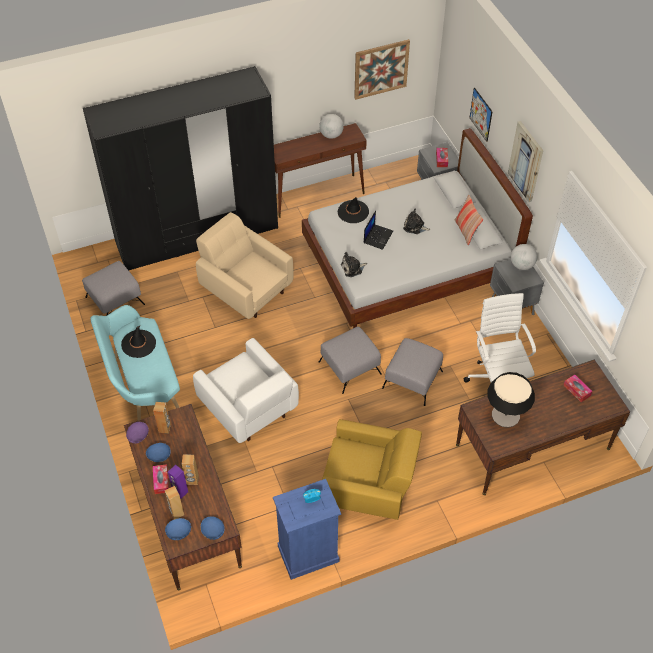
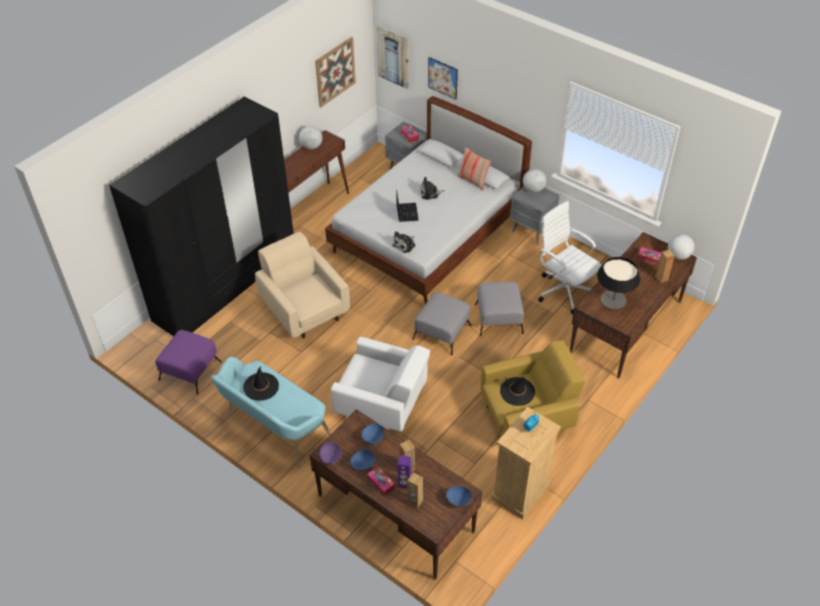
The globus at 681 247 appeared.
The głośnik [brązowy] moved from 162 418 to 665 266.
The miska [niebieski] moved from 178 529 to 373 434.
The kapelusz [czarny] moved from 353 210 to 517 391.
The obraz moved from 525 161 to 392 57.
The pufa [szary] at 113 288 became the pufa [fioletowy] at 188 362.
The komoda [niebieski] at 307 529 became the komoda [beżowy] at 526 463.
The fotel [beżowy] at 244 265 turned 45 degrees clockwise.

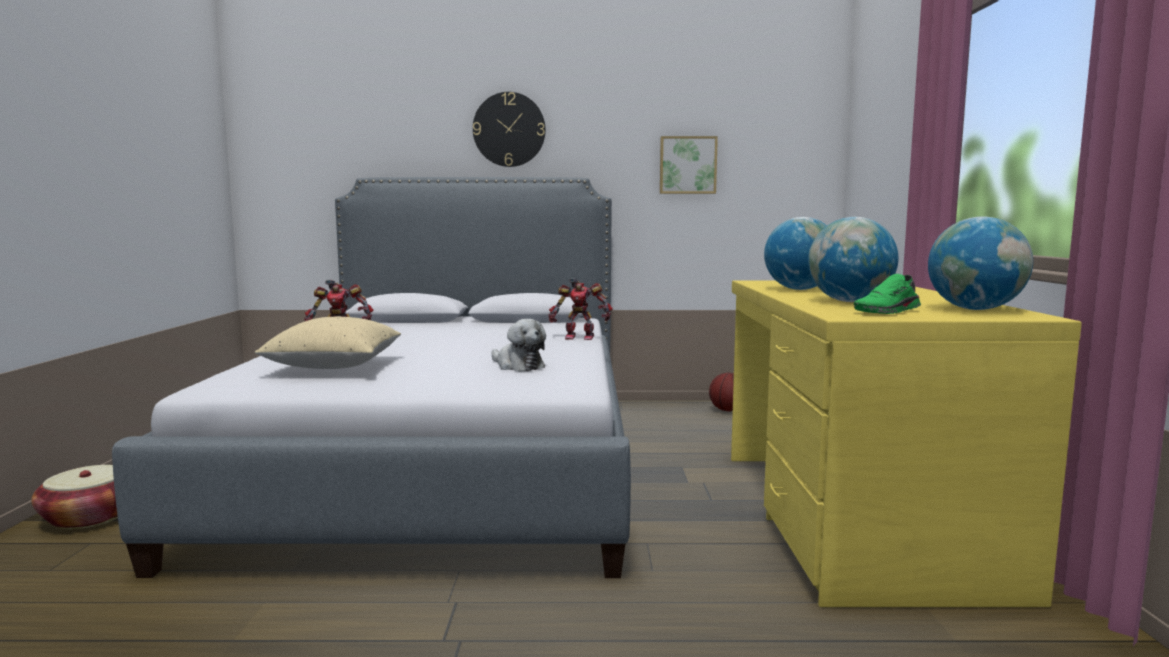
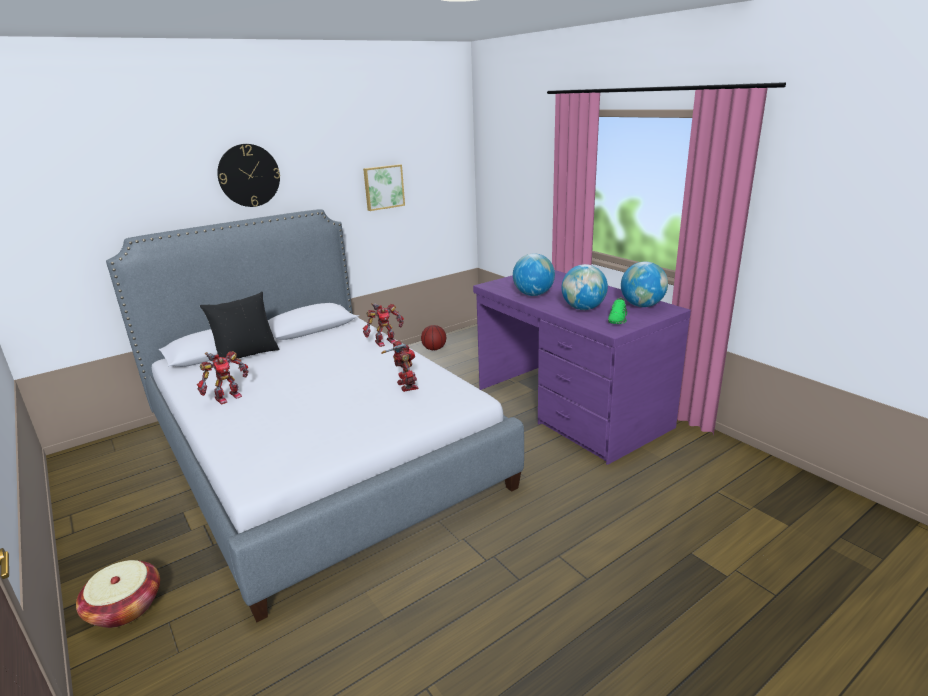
The poduszka [beżowy] at 328 343 disappeared.
The poduszka [czarny] at 239 325 appeared.
The pluszak at 518 345 was replaced by the robot zabawkowy at 399 366.
The biurko [żółty] at 906 443 became the biurko [fioletowy] at 582 367.

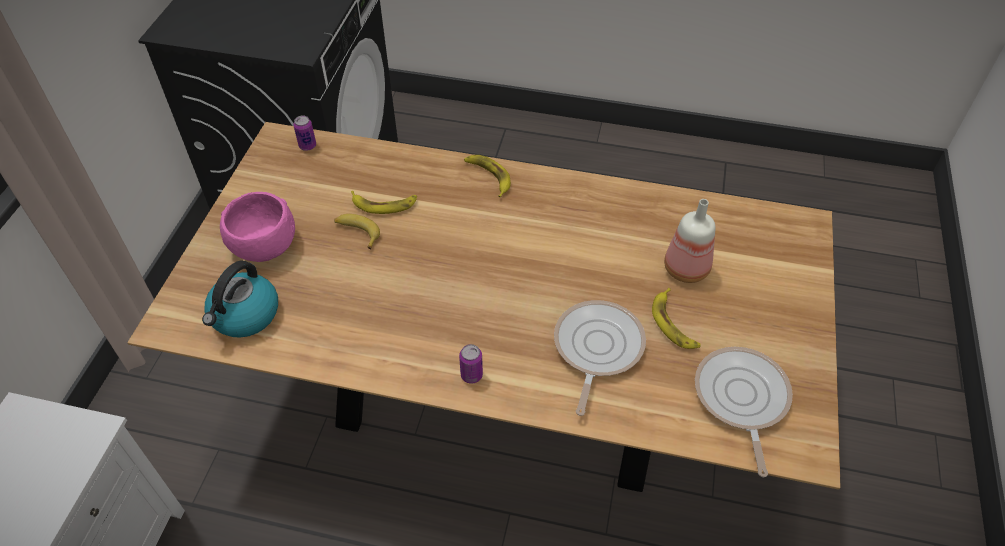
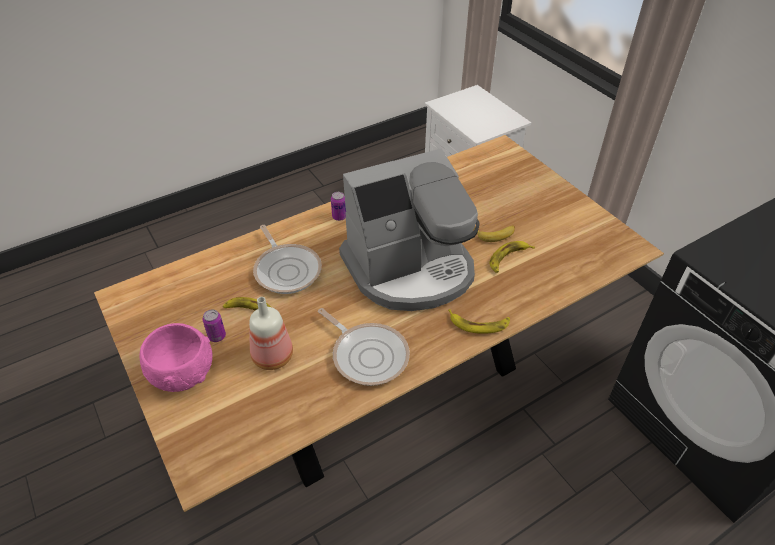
The czajnik at 240 299 disappeared.
The ekspres do kawy at 409 230 appeared.
The miska [różowy] moved from 257 227 to 176 357.
The puszka moved from 304 133 to 214 325.
The patelnia moved from 744 412 to 364 347.

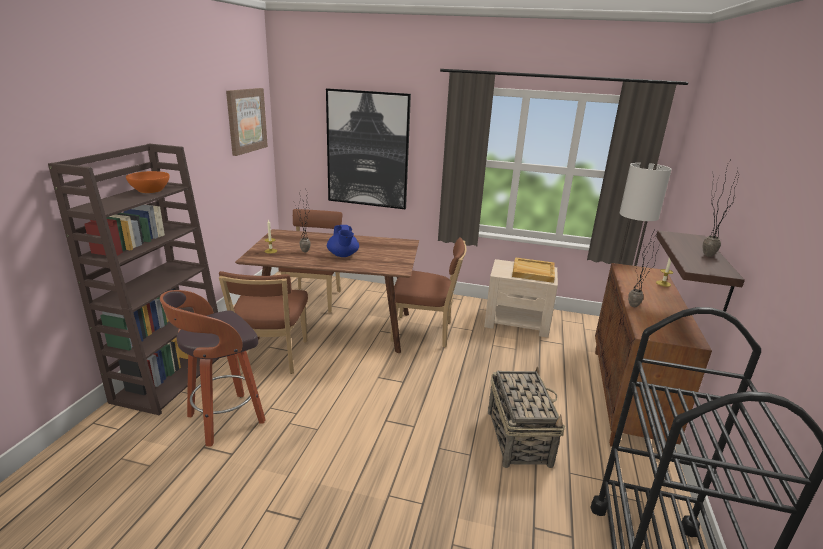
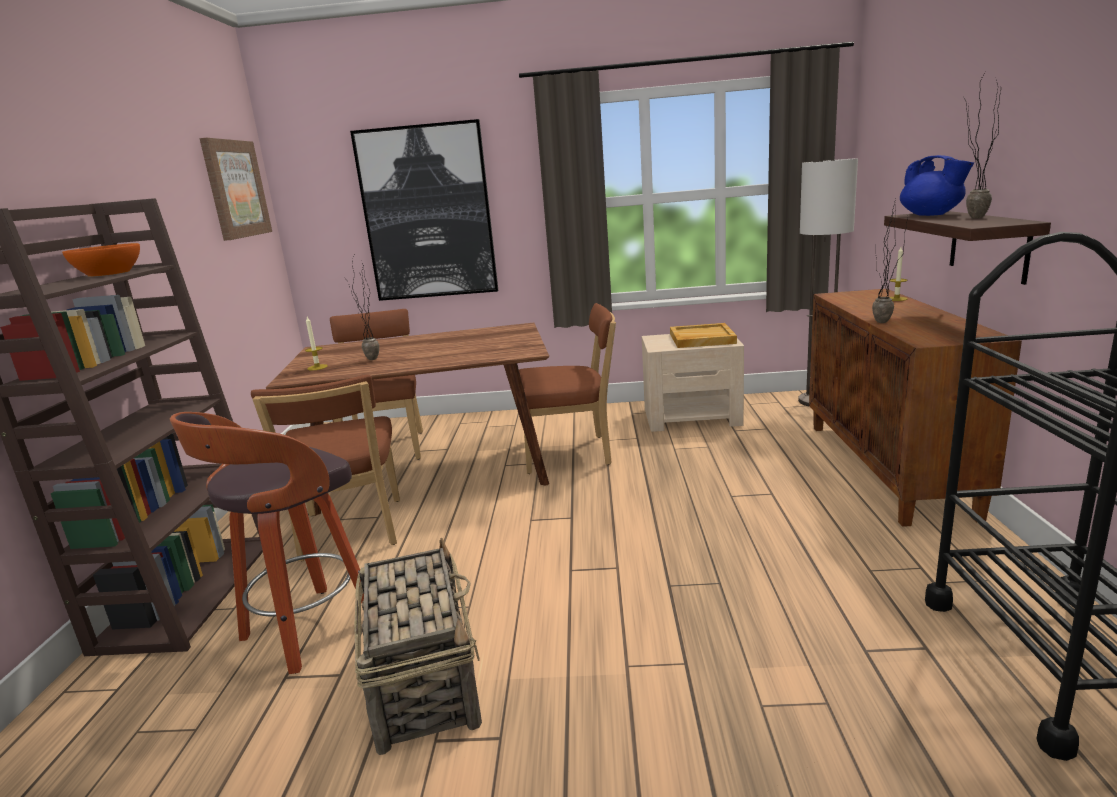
The imbryk [niebieski] moved from 343 241 to 937 185.
The koszyk moved from 526 417 to 418 646.

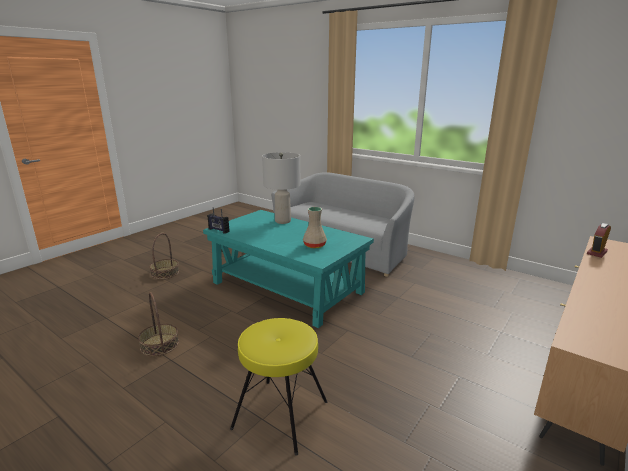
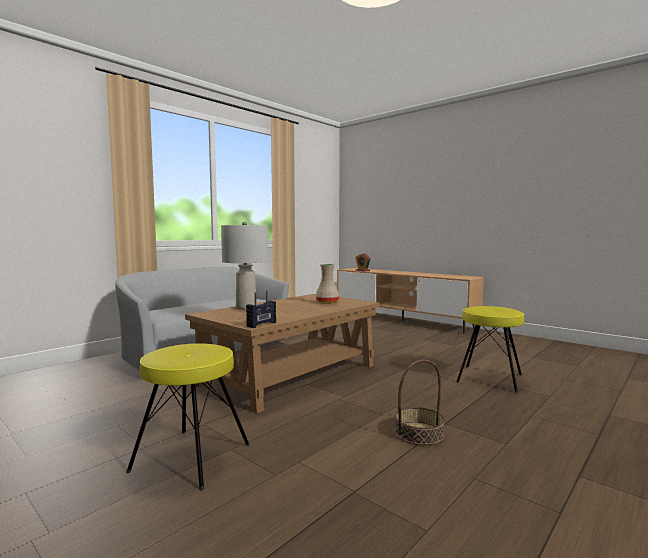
The koszyk at 164 256 was replaced by the stołek [żółty] at 188 416.
The ława [turkusowy] at 288 269 became the ława [brązowy] at 282 354.

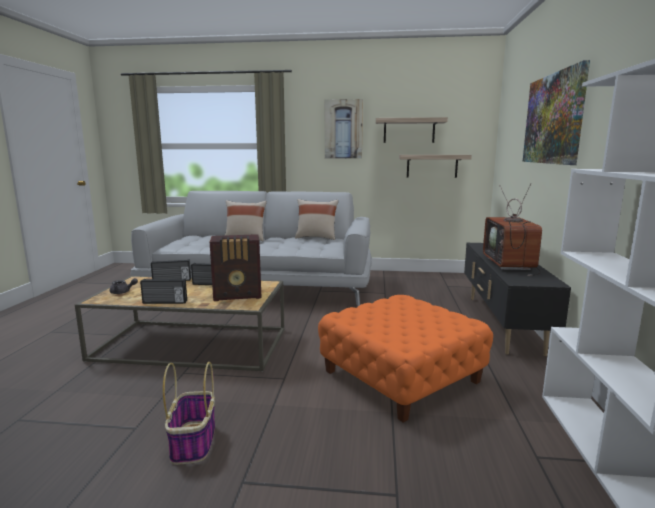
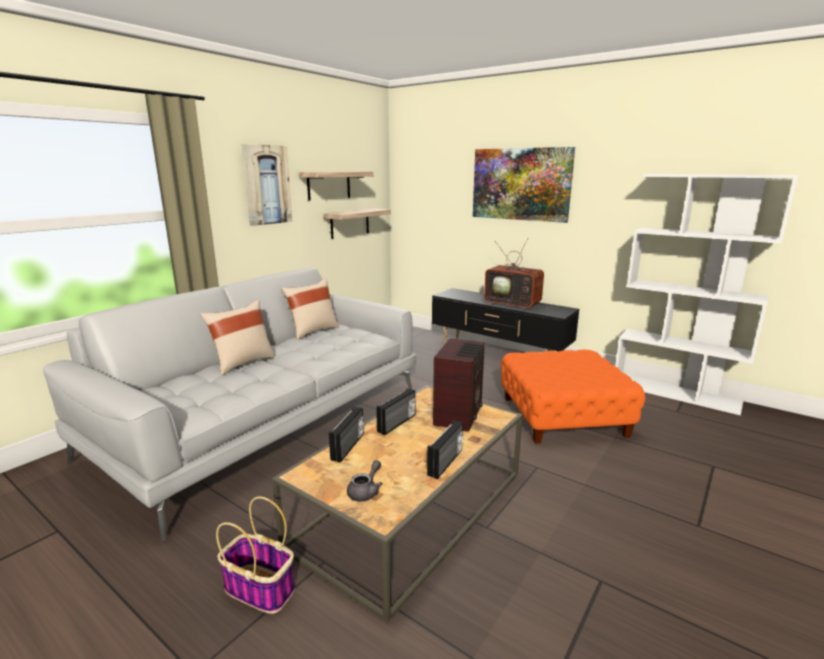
The koszyk moved from 189 413 to 255 555.

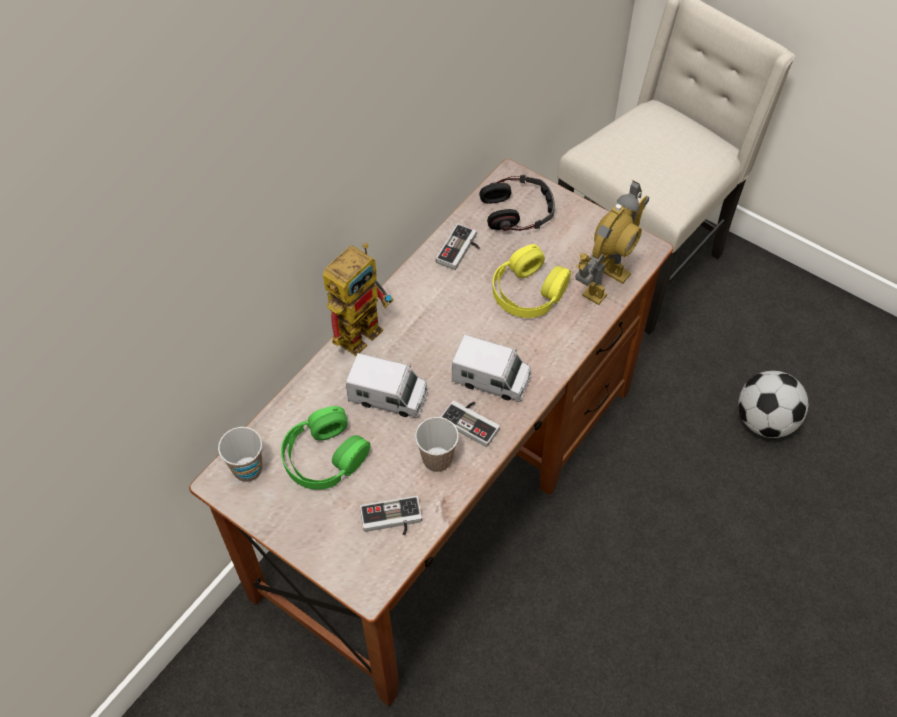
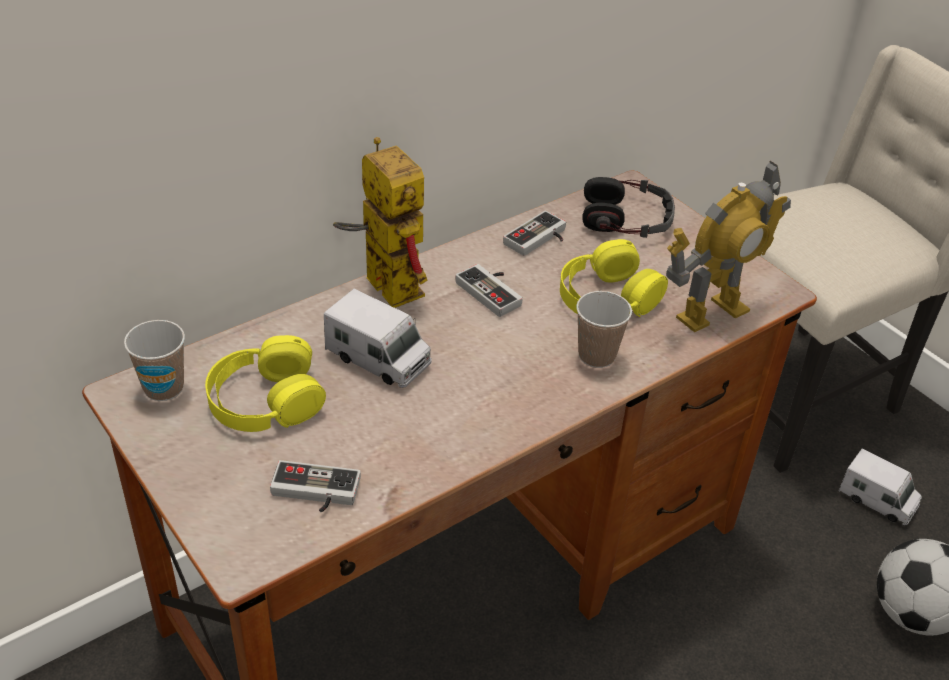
The filiżanka moved from 437 444 to 604 329.
The pad do gier moved from 470 423 to 489 290.
The ciężarówka zabawkowa moved from 491 368 to 880 486.
The słuchawki [zielony] at 326 448 became the słuchawki [żółty] at 265 383.
The robot zabawkowy at 358 299 turned 90 degrees counterclockwise.

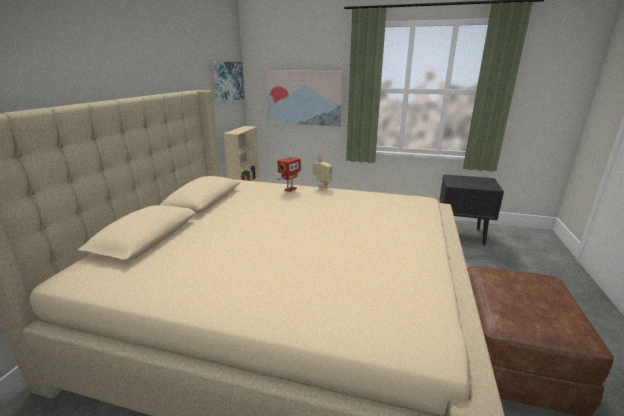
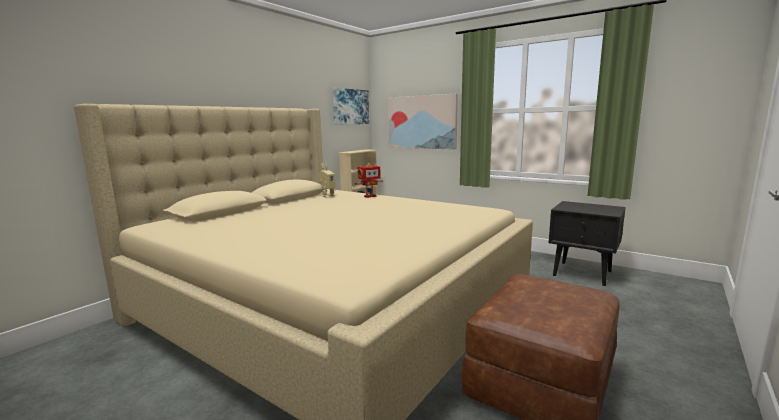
The robot zabawkowy moved from 322 172 to 327 180.

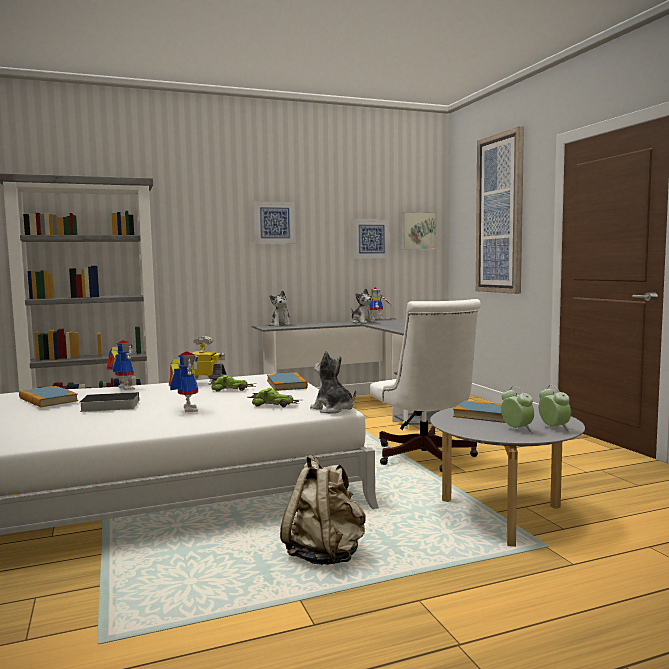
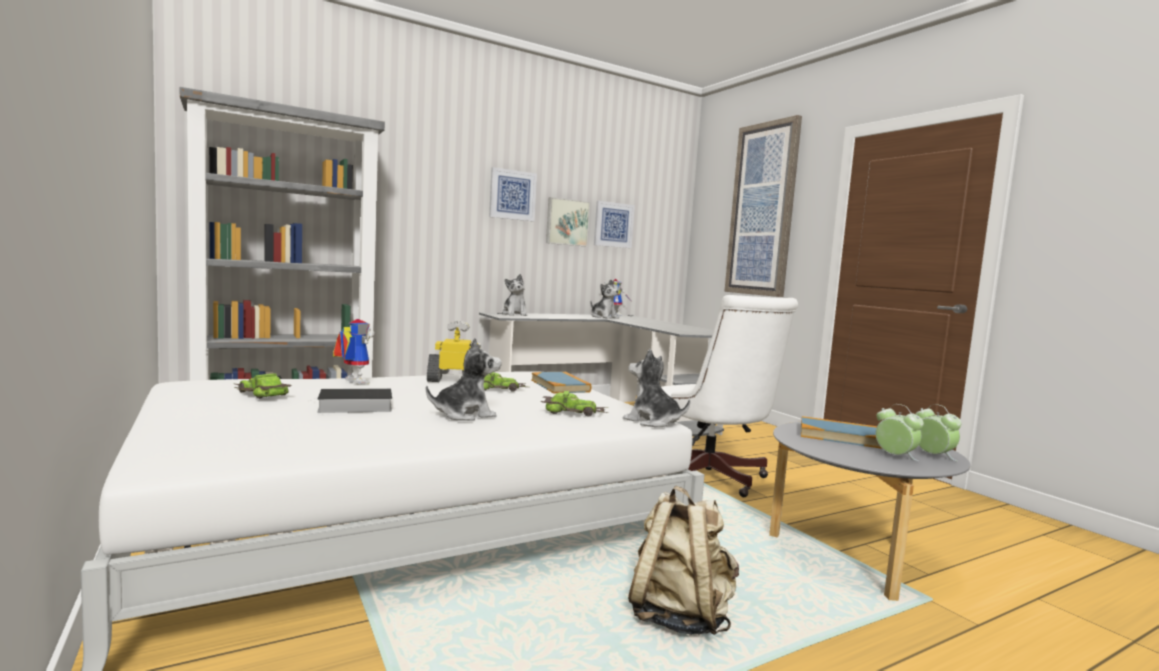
The obraz moved from 418 231 to 568 221.
The książka at 48 396 was replaced by the samochodzik at 263 386.
The robot zabawkowy at 183 382 was replaced by the pluszak at 464 379.

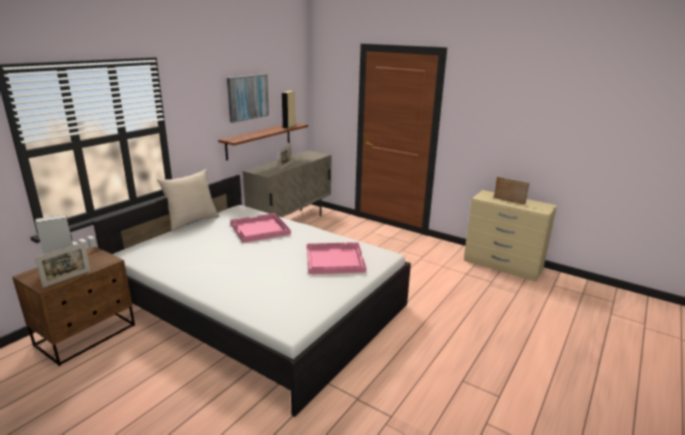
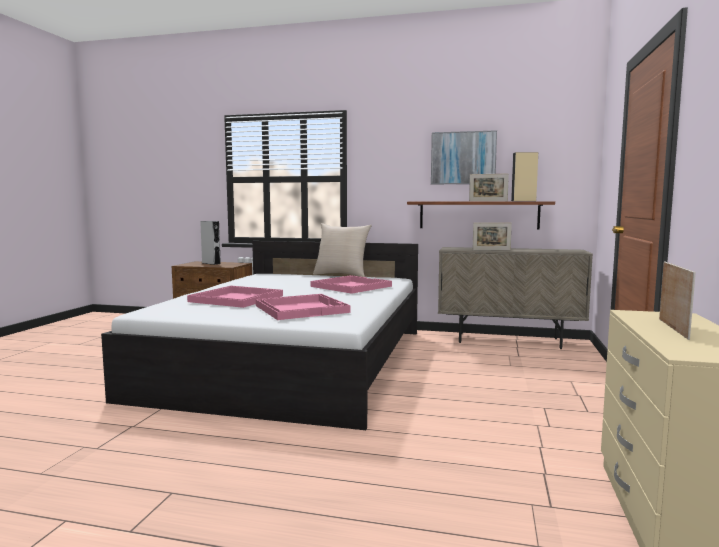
The taca [różowy] at 235 297 appeared.
The ramka na zdjęcie moved from 63 265 to 489 187.

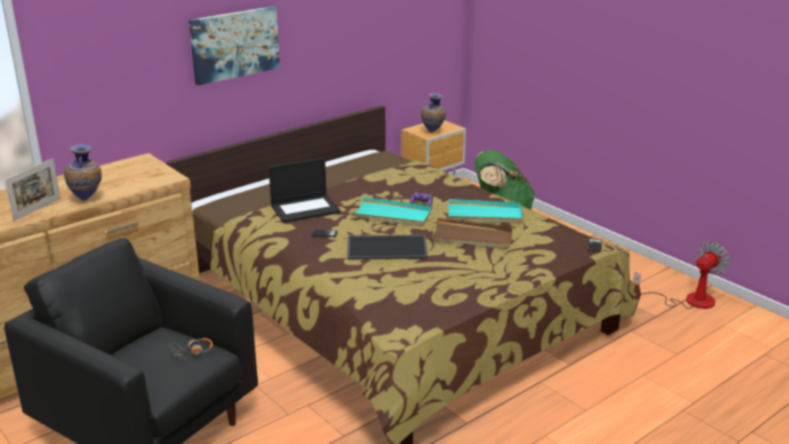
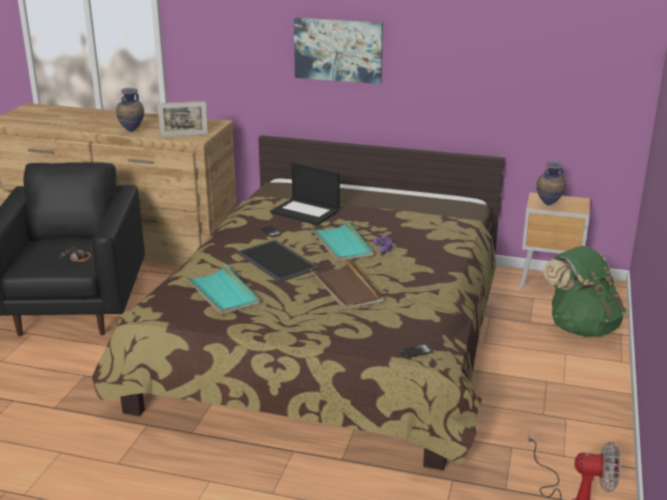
The ramka na zdjęcie moved from 32 189 to 182 119.
The taca [turkusowy] moved from 485 211 to 221 289.

